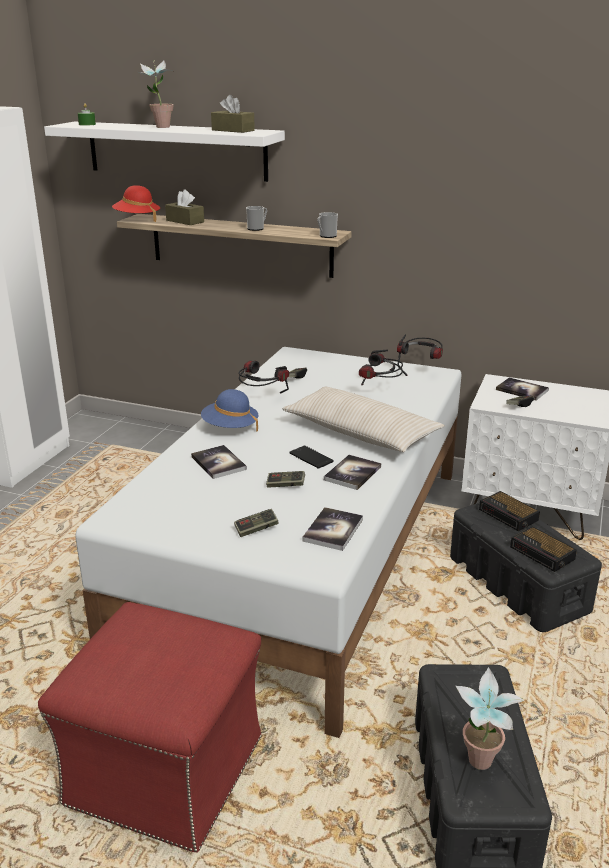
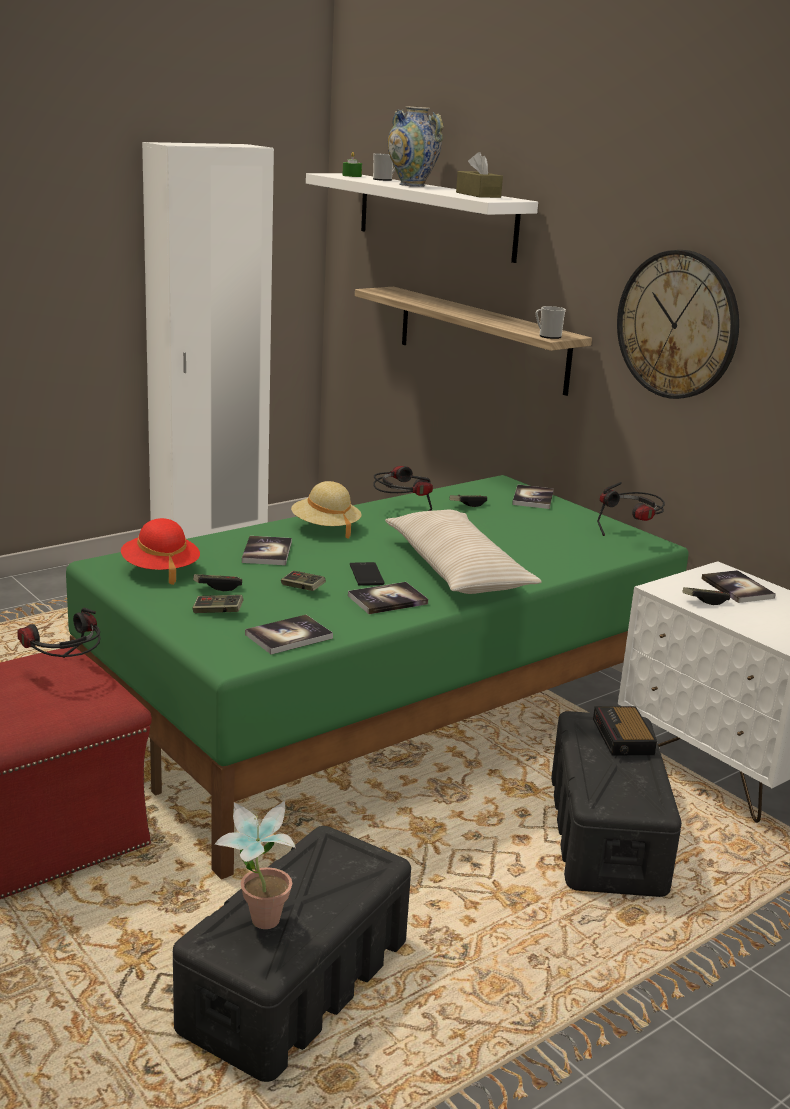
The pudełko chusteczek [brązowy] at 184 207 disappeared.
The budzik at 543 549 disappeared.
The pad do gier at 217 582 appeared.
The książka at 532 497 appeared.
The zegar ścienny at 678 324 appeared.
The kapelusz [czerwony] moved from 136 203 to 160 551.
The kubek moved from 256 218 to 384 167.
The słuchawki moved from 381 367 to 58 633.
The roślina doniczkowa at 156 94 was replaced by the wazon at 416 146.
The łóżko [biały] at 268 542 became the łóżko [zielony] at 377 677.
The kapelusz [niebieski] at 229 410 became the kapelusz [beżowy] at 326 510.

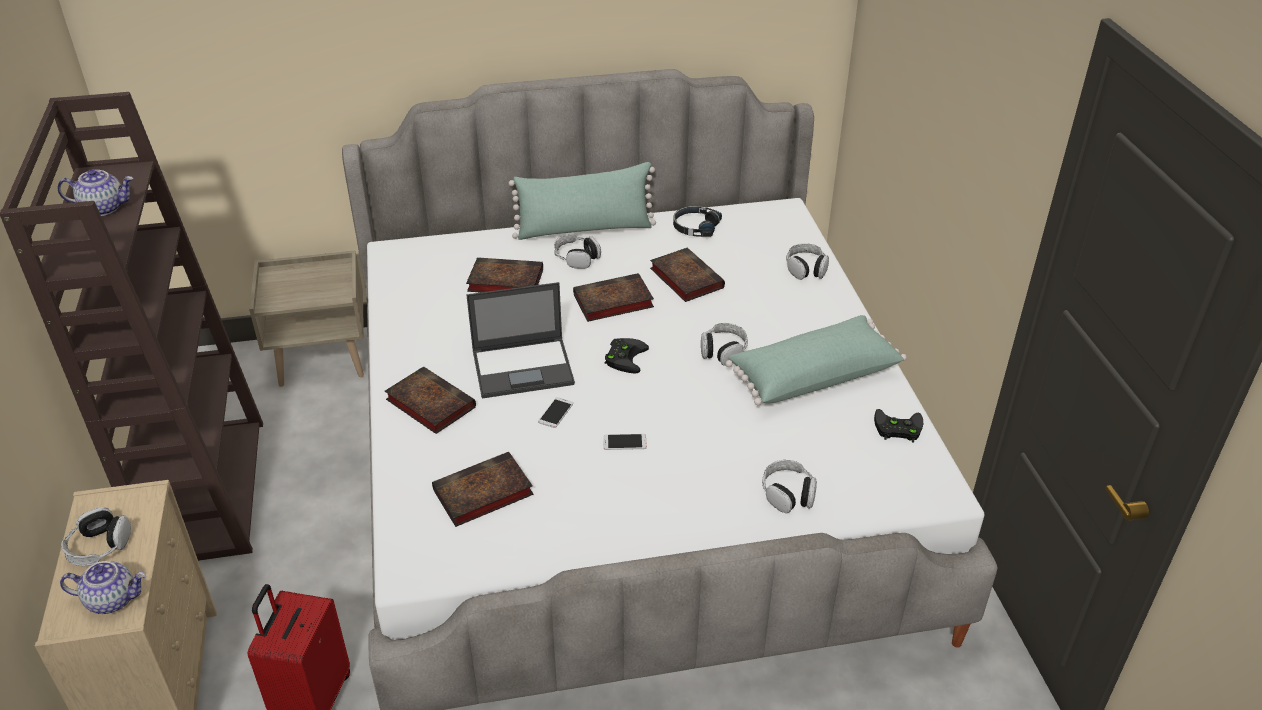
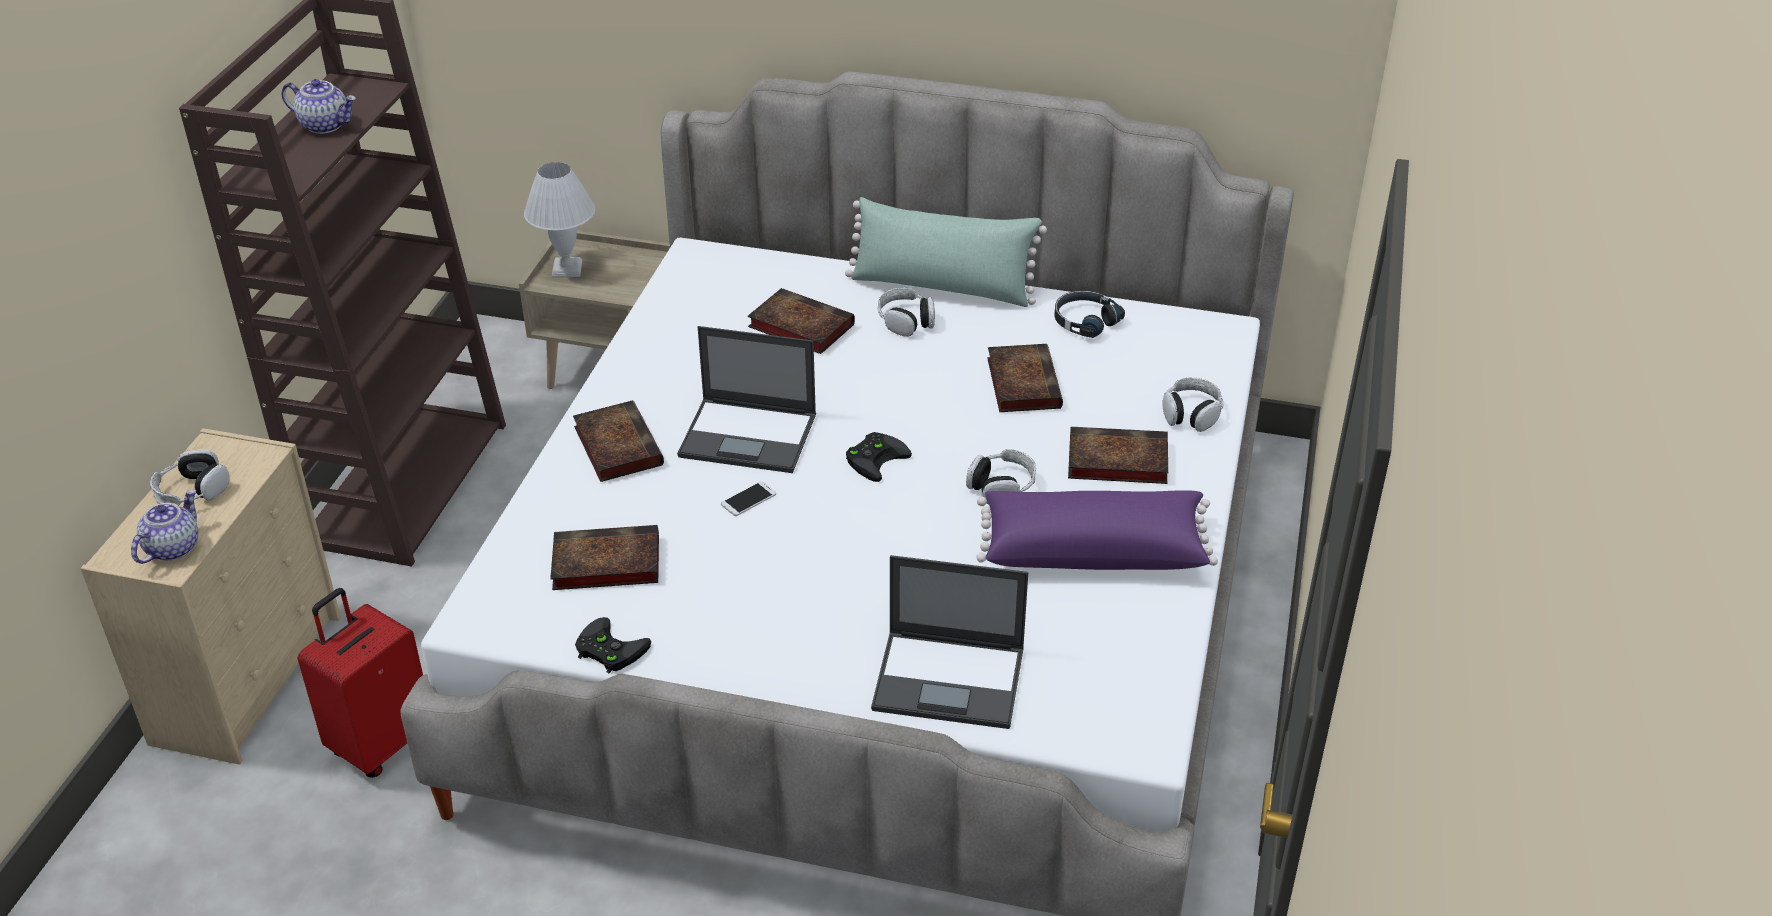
The telefon at 625 442 disappeared.
The lampa stołowa [biały] at 559 220 appeared.
The książka moved from 613 297 to 1118 455.
The pad do gier [czarny] moved from 898 425 to 613 645.
The słuchawki at 789 486 was replaced by the laptop at 949 642.
The poduszka [zielony] at 816 360 became the poduszka [fioletowy] at 1097 530.
The imbryk at 103 587 turned 90 degrees counterclockwise.

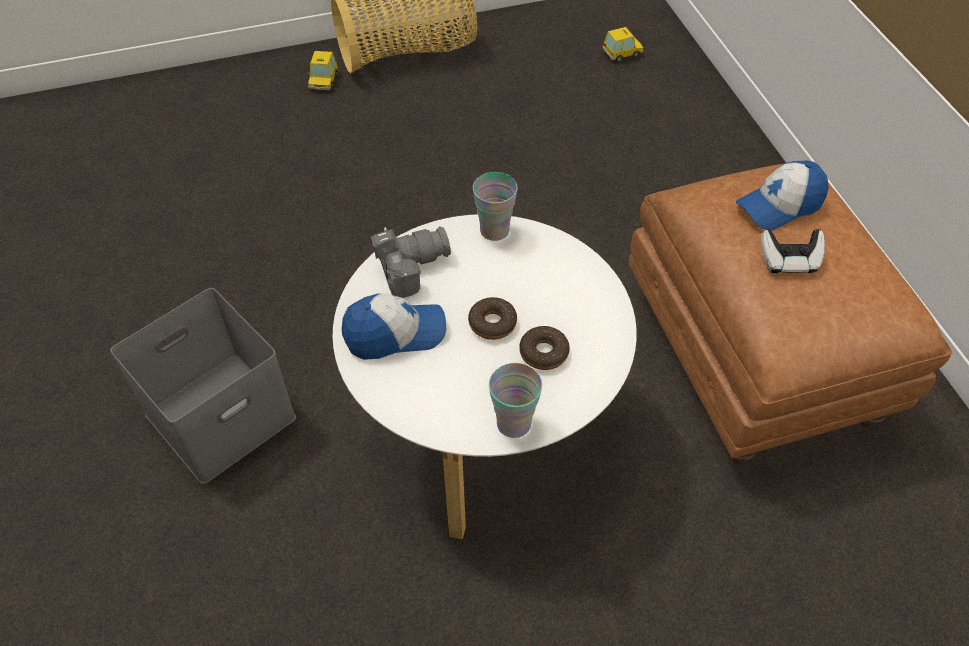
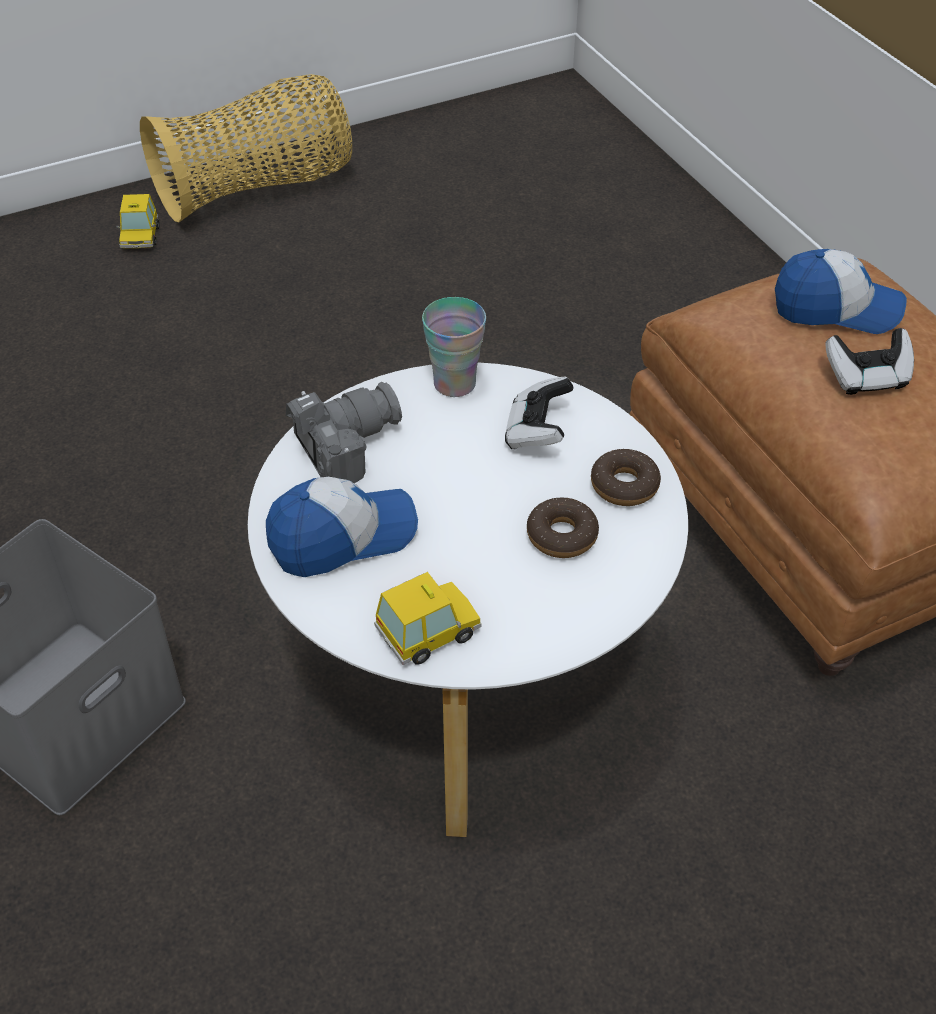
The filiżanka at 515 400 disappeared.
The pad do gier at 539 412 appeared.
The donut moved from 492 318 to 626 477.
The samochodzik moved from 622 44 to 427 618.
The czapka z daszkiem at 782 195 turned 135 degrees counterclockwise.

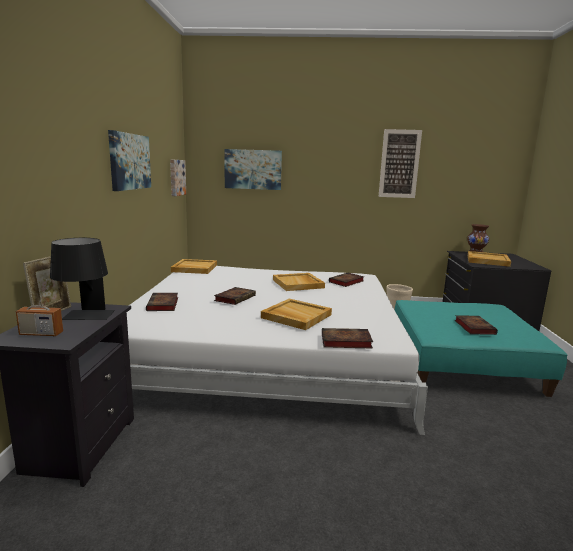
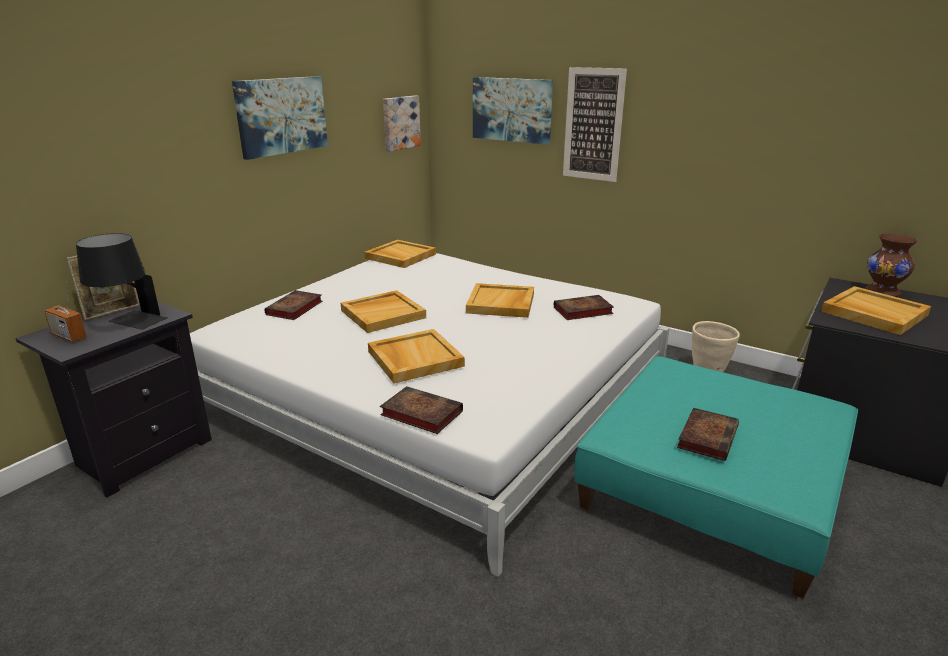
The obraz moved from 400 163 to 595 124.
The książka at 235 296 was replaced by the taca [beżowy] at 383 311.

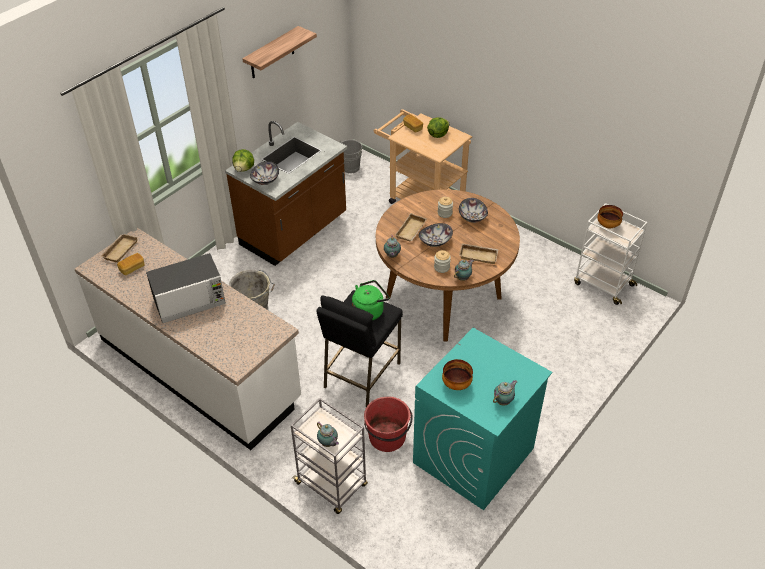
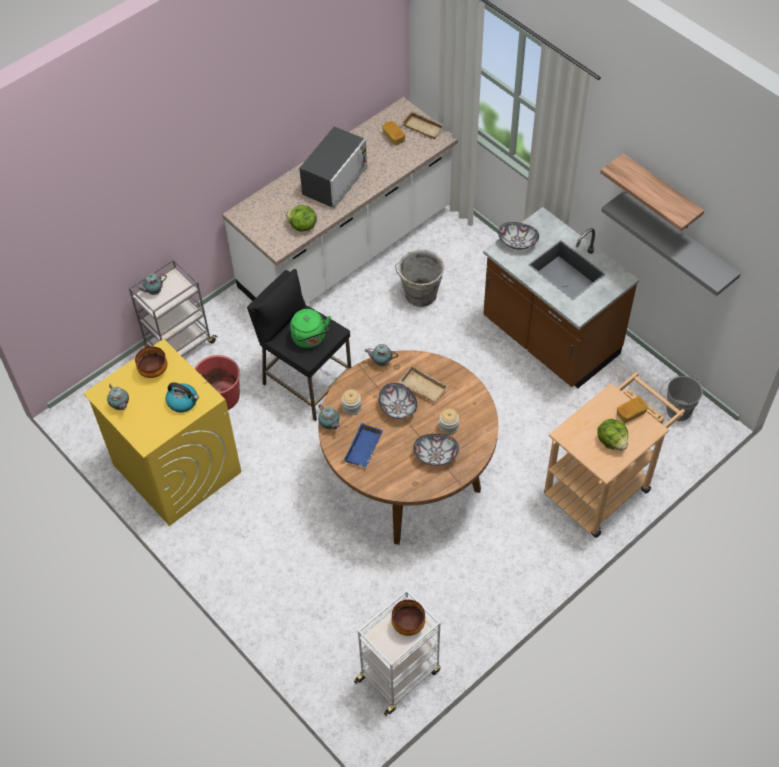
The czajnik at 182 397 appeared.
The półka [szary] at 671 243 appeared.
The sałata moved from 243 160 to 301 218.
The pralka [turkusowy] at 482 419 became the pralka [żółty] at 162 432.
The taca [beżowy] at 479 253 became the taca [niebieski] at 363 445.
The mikrofalówka at 186 288 turned 135 degrees counterclockwise.

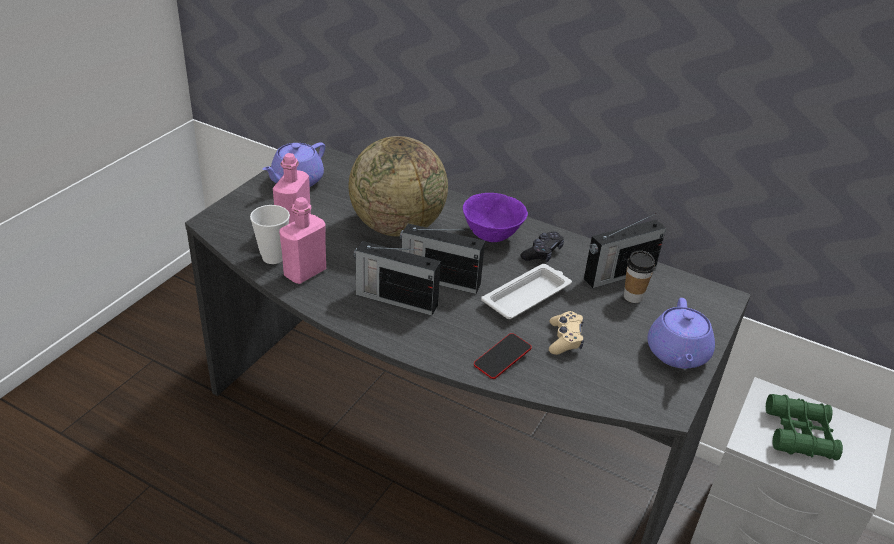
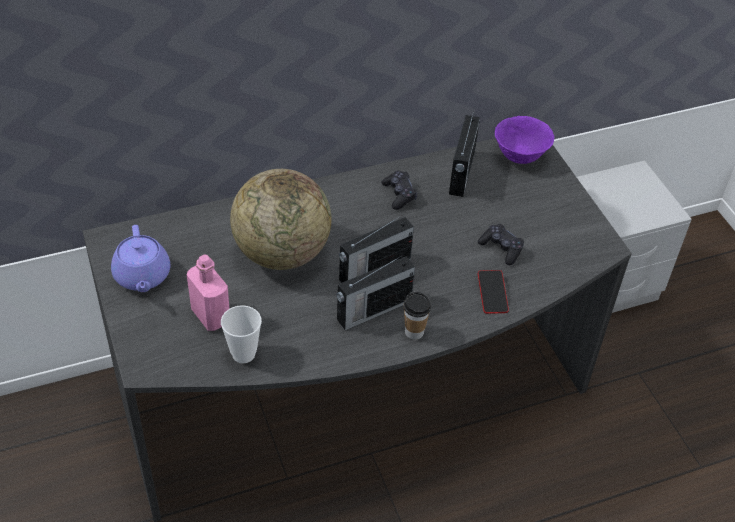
The butelka [różowy] at 302 240 disappeared.
The taca [biały] at 526 291 disappeared.
The imbryk [fioletowy] at 681 333 disappeared.
The lornetka [zielony] at 804 427 disappeared.
The miska [fioletowy] moved from 495 217 to 524 140.
The filiżanka moved from 639 277 to 417 316.
The pad do gier [beżowy] at 566 333 became the pad do gier [czarny] at 501 244.

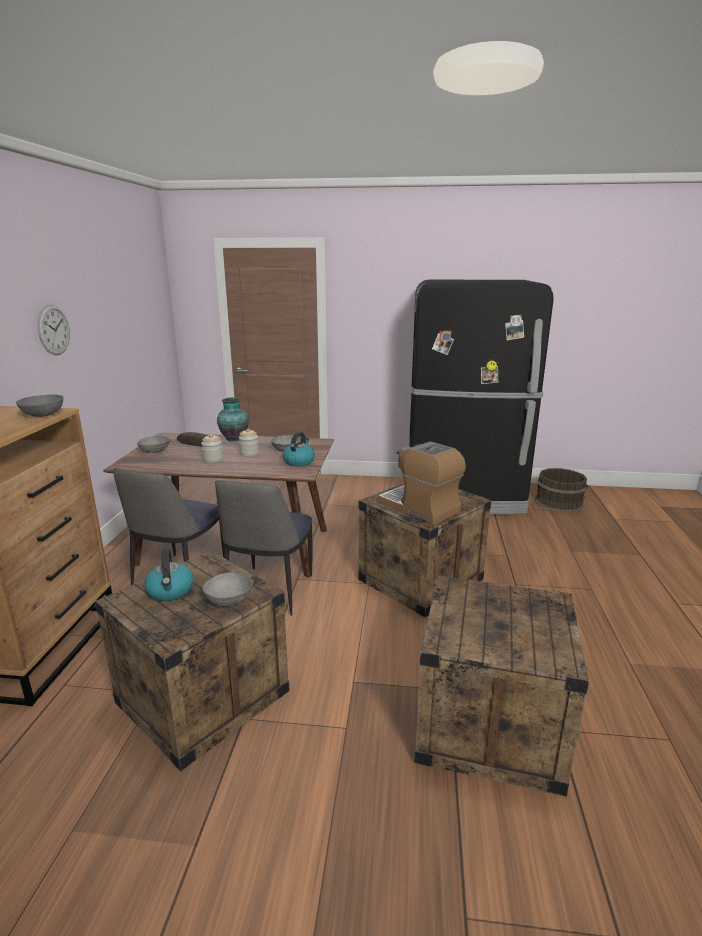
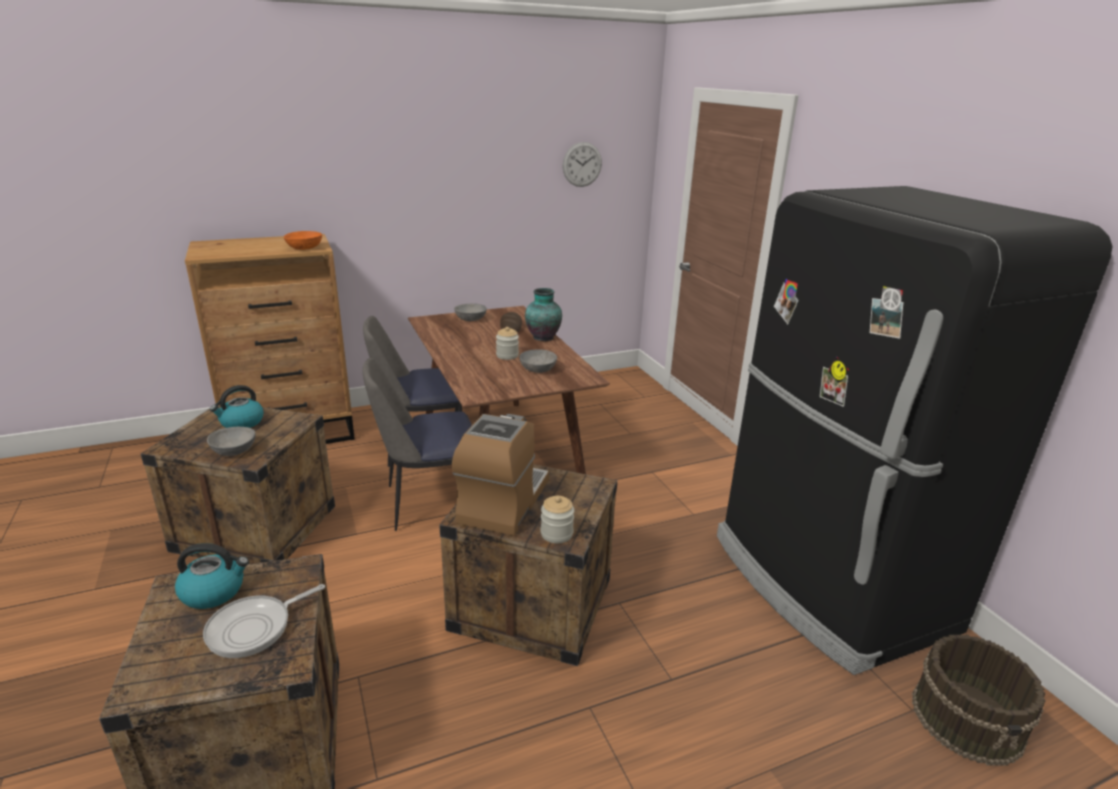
The patelnia at 264 621 appeared.
The zegar ścienny moved from 53 329 to 582 164.
The słoik moved from 212 448 to 557 519.
The czajnik moved from 298 449 to 212 576.
The miska [szary] at 40 406 became the miska [pomarańczowy] at 303 240.

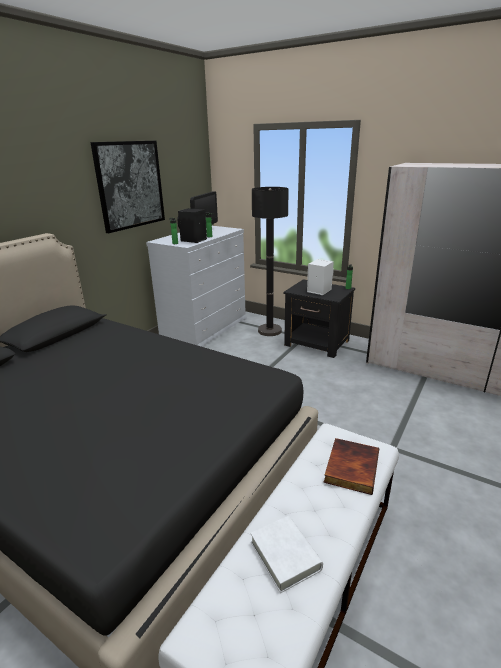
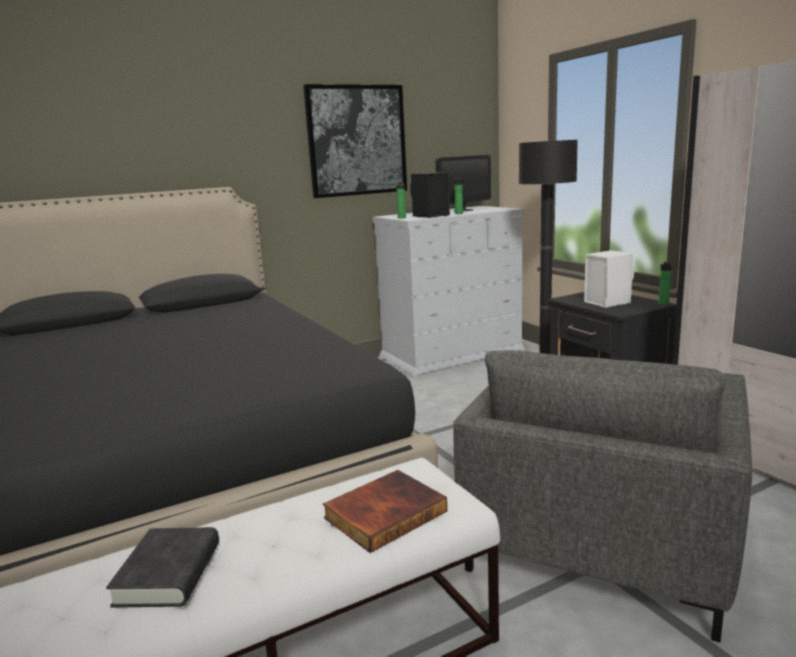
The fotel [szary] at 602 496 appeared.
The książka [biały] at 286 554 became the książka [czarny] at 162 567.

